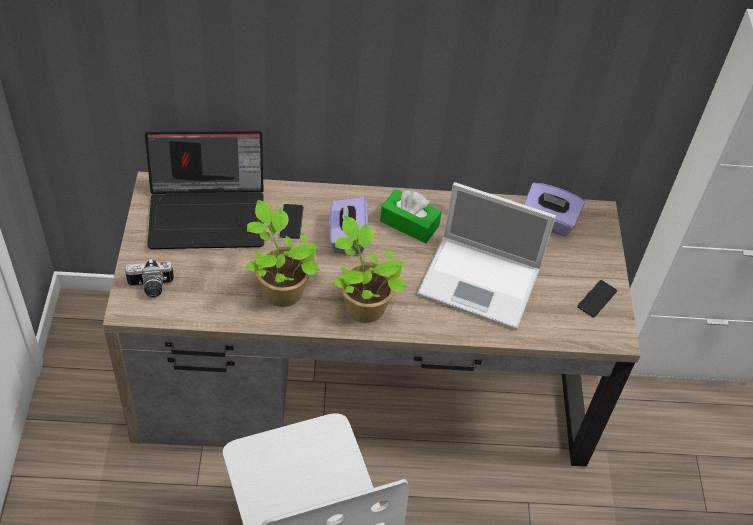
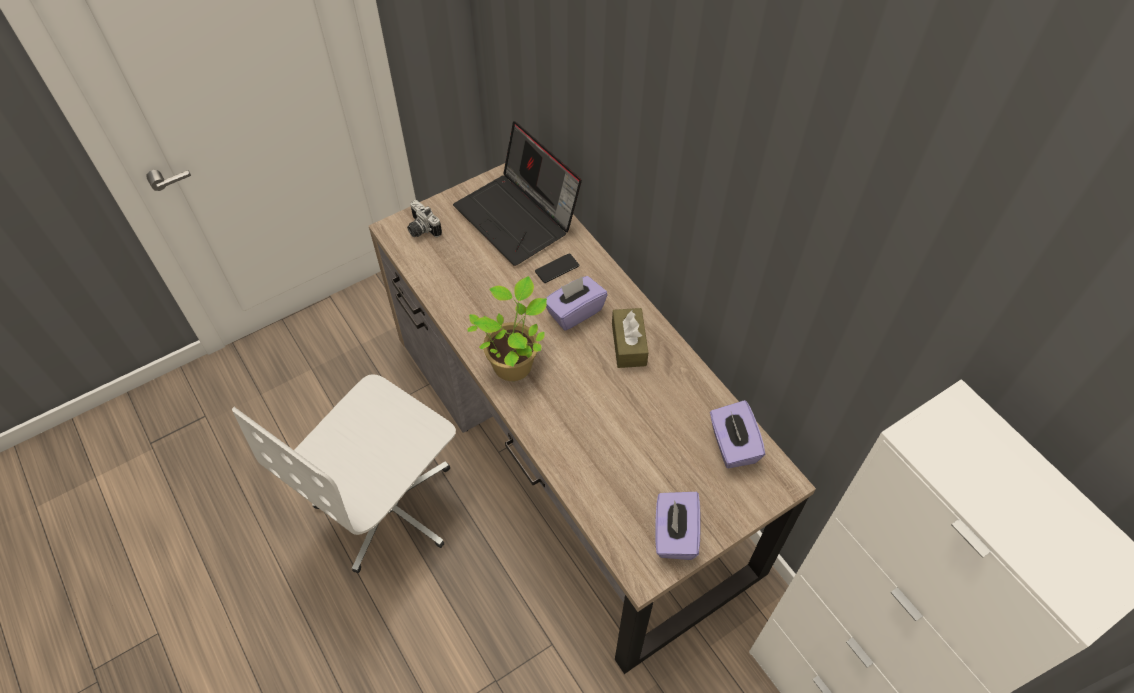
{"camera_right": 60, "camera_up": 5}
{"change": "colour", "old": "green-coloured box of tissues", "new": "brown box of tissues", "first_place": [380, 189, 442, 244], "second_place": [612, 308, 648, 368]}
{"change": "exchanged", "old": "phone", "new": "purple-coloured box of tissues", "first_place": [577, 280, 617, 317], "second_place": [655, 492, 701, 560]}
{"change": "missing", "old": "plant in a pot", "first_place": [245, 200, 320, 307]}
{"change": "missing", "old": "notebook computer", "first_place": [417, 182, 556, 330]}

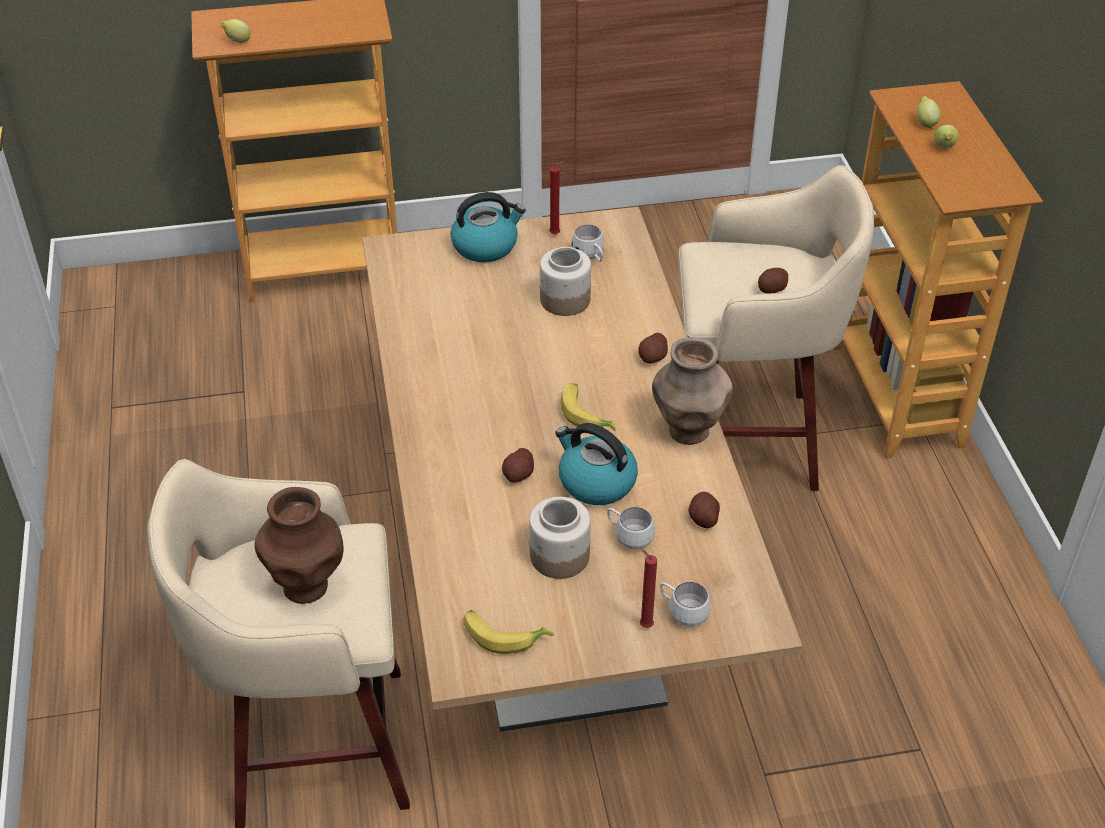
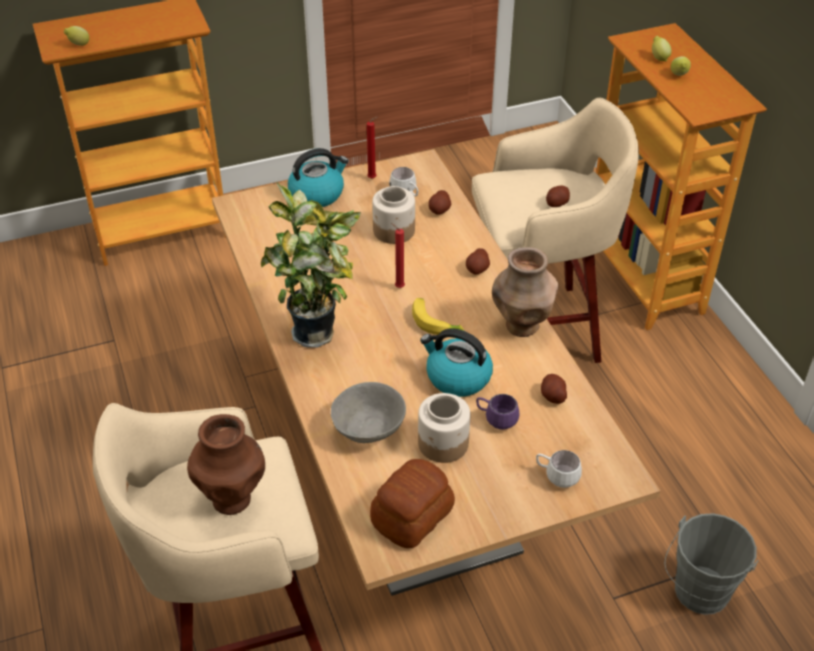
{"camera_right": -10, "camera_up": 0}
{"change": "appeared", "new": "plant in a pot", "second_place": [261, 183, 361, 348]}
{"change": "appeared", "new": "gray deep dish", "second_place": [331, 382, 406, 443]}
{"change": "exchanged", "old": "whole banana", "new": "baked bread", "first_place": [463, 610, 554, 654], "second_place": [370, 459, 455, 548]}
{"change": "relocated", "old": "reddish wax light", "first_place": [640, 547, 657, 628], "second_place": [391, 223, 405, 288]}
{"change": "relocated", "old": "potato", "first_place": [502, 448, 534, 483], "second_place": [428, 190, 451, 215]}
{"change": "colour", "old": "white-coloured mug", "new": "purple-coloured mug", "first_place": [607, 507, 655, 550], "second_place": [476, 394, 520, 430]}
{"change": "appeared", "new": "gray bucket", "second_place": [664, 513, 759, 615]}

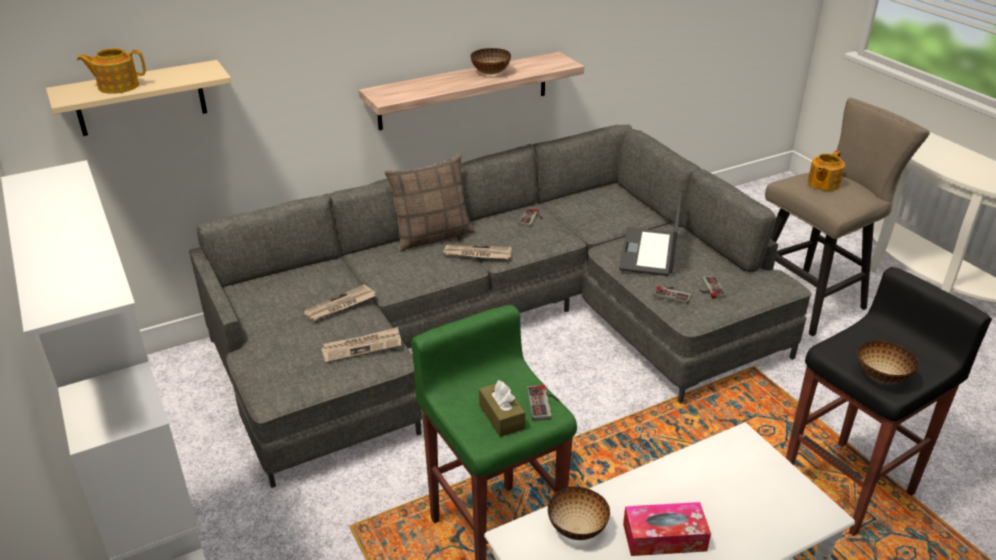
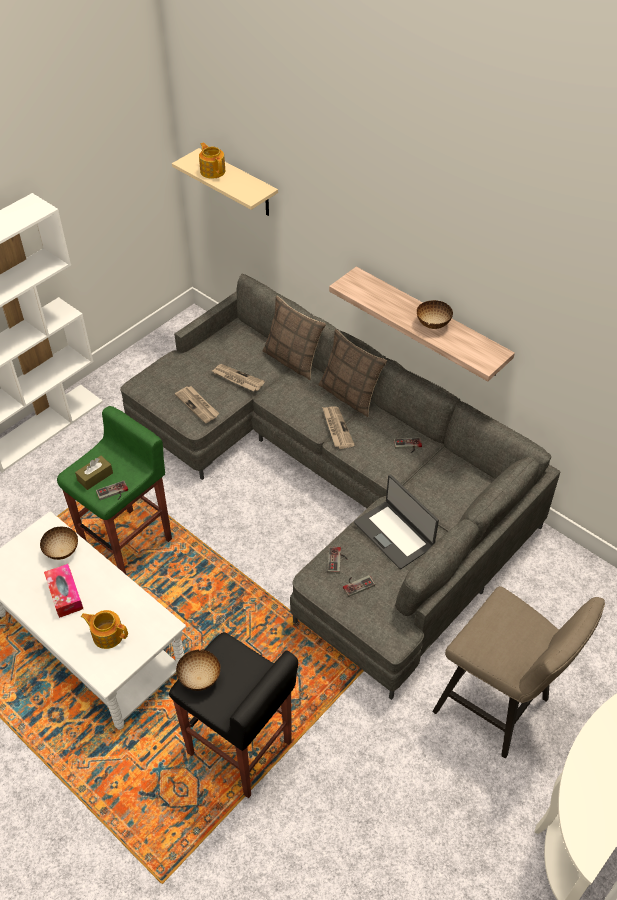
{"camera_right": 70, "camera_up": 15}
{"change": "relocated", "old": "tea pot", "first_place": [808, 150, 845, 191], "second_place": [81, 610, 128, 649]}
{"change": "appeared", "new": "throw pillow", "second_place": [263, 296, 326, 380]}
{"change": "spun", "old": "notebook computer", "first_place": [619, 192, 682, 276], "second_place": [354, 474, 439, 569], "degrees": -120}

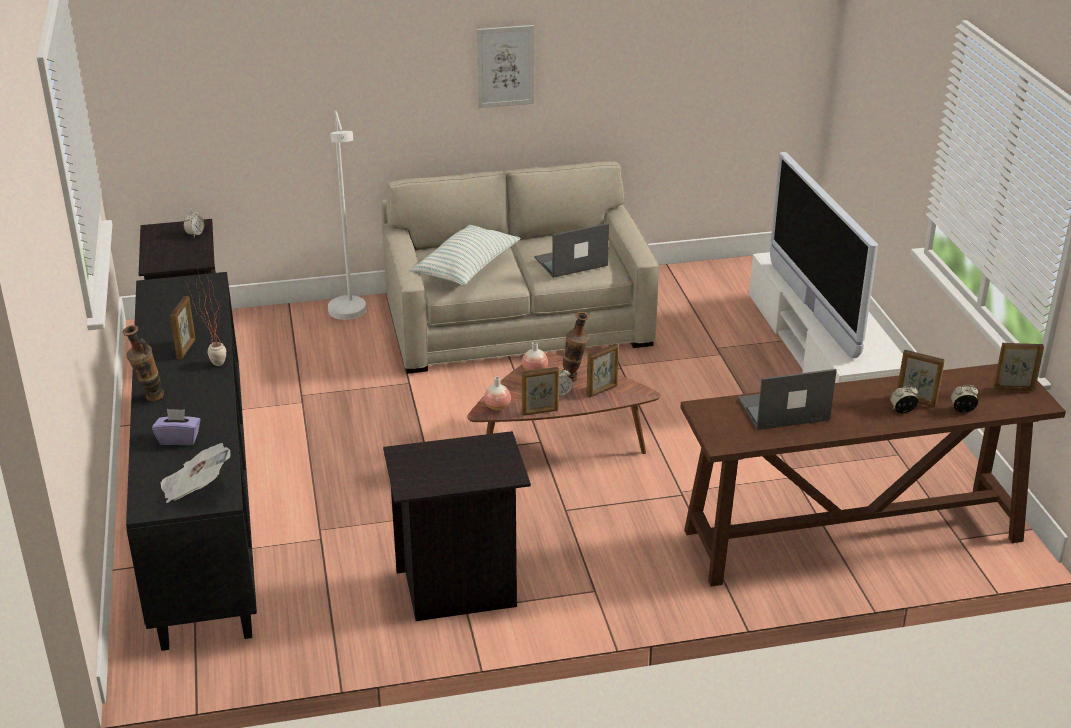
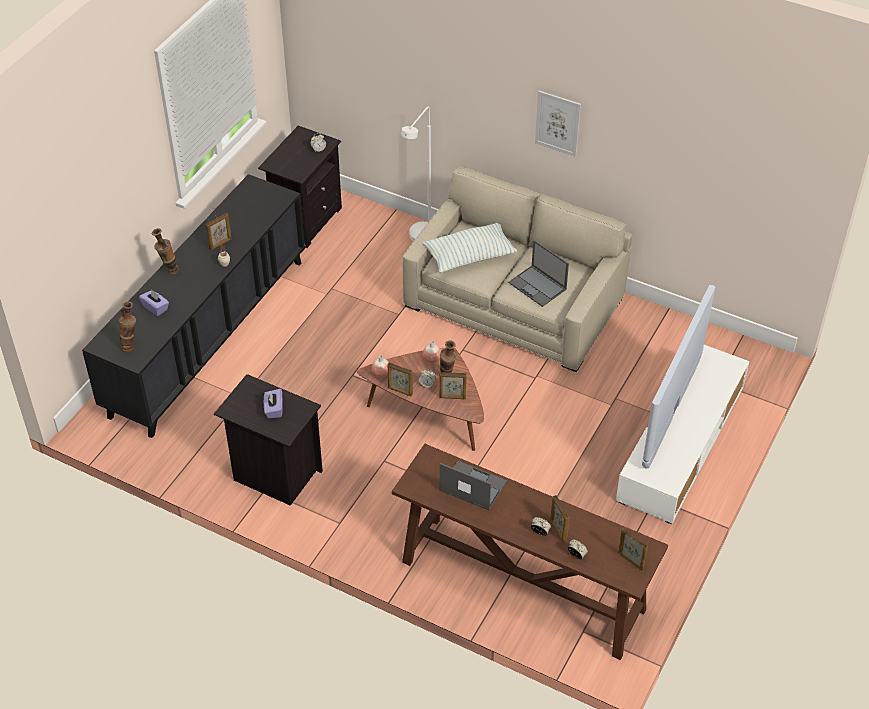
{"camera_right": 40, "camera_up": 15}
{"change": "exchanged", "old": "daily paper", "new": "flower vase", "first_place": [160, 443, 230, 503], "second_place": [119, 302, 136, 352]}
{"change": "appeared", "new": "purple-coloured box of tissues", "second_place": [264, 389, 283, 418]}
{"change": "spun", "old": "notebook computer", "first_place": [534, 223, 609, 278], "second_place": [508, 240, 569, 307], "degrees": -150}

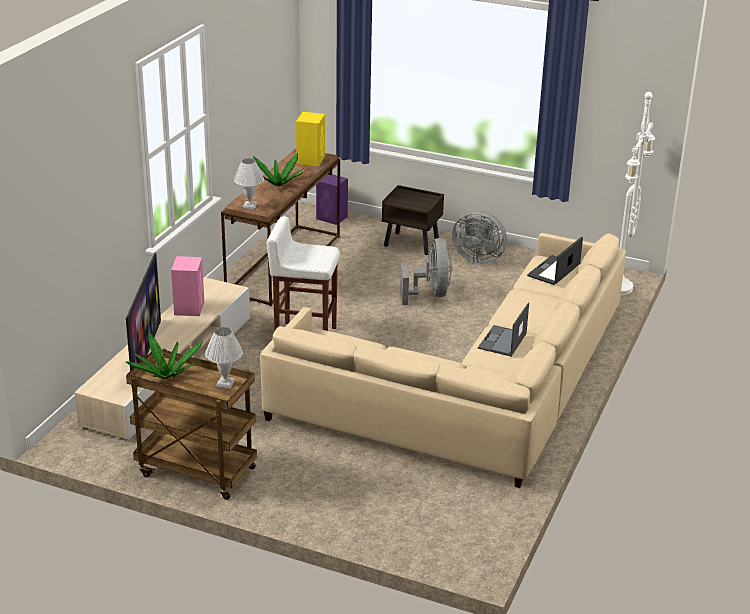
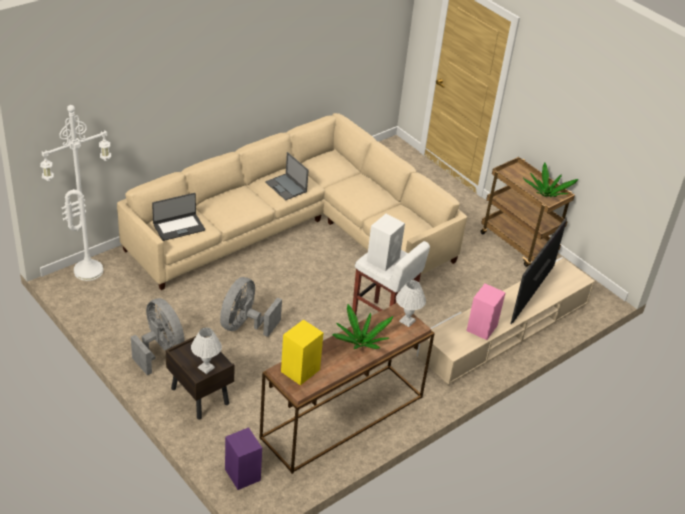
{"camera_right": -155, "camera_up": 10}
{"change": "relocated", "old": "white-coloured tabletop lamp", "first_place": [205, 327, 243, 389], "second_place": [191, 328, 222, 374]}
{"change": "spun", "old": "notebook computer", "first_place": [478, 302, 529, 357], "second_place": [265, 152, 309, 200], "degrees": 90}
{"change": "appeared", "new": "white-coloured audio speaker", "second_place": [367, 214, 405, 271]}

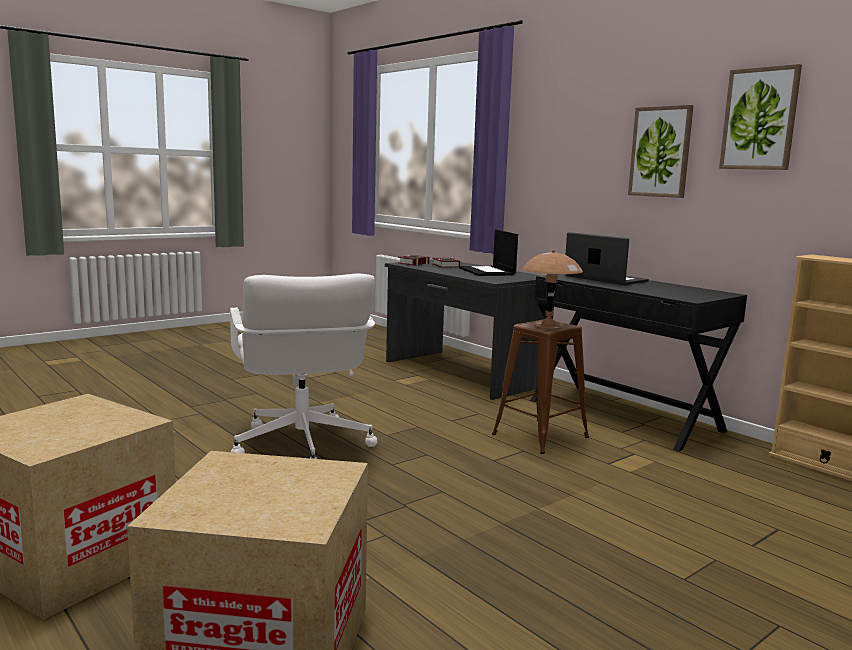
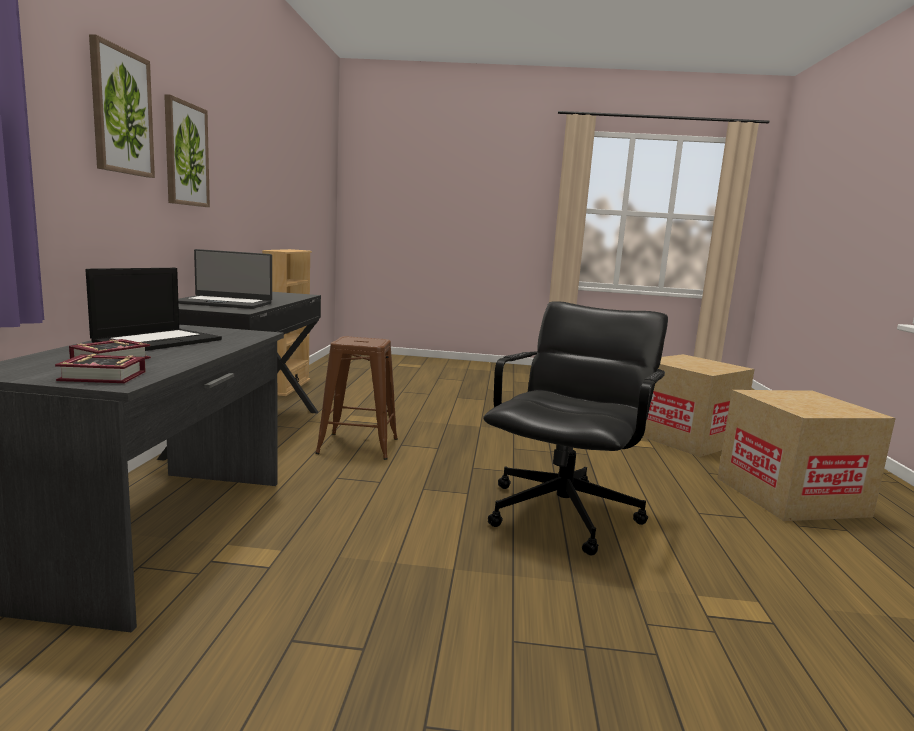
{"camera_right": -135, "camera_up": 0}
{"change": "relocated", "old": "picture", "first_place": [719, 64, 802, 170], "second_place": [89, 34, 155, 178]}
{"change": "spun", "old": "notebook computer", "first_place": [565, 232, 649, 285], "second_place": [178, 249, 272, 309], "degrees": -90}
{"change": "colour", "old": "white-coloured desk chair", "new": "black-coloured desk chair", "first_place": [230, 274, 377, 459], "second_place": [483, 301, 668, 555]}
{"change": "missing", "old": "brown tabletop lamp", "first_place": [522, 250, 583, 330]}

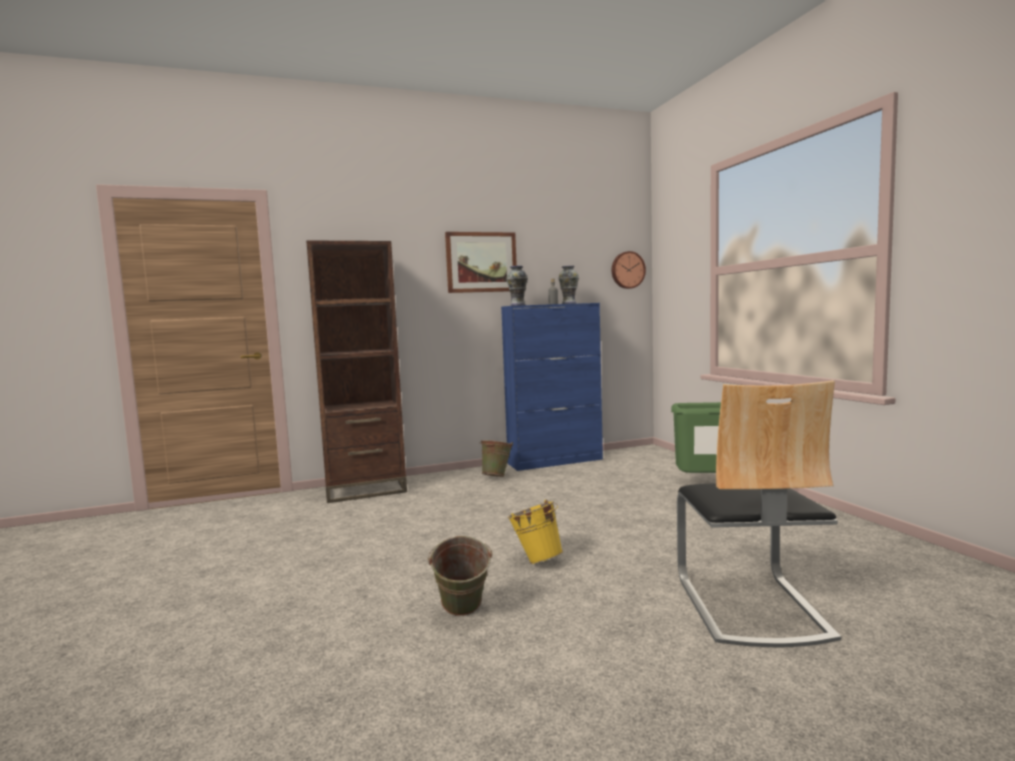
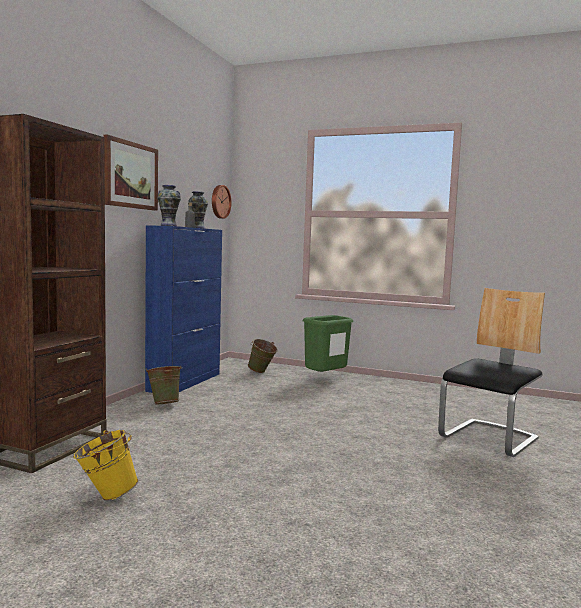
{"camera_right": -50, "camera_up": 0}
{"change": "relocated", "old": "yellow-coloured bucket", "first_place": [507, 499, 563, 564], "second_place": [73, 430, 139, 501]}
{"change": "relocated", "old": "green-coloured bucket", "first_place": [428, 536, 492, 616], "second_place": [248, 339, 278, 373]}
{"change": "spun", "old": "upright chair", "first_place": [677, 380, 841, 647], "second_place": [438, 288, 545, 457], "degrees": -90}

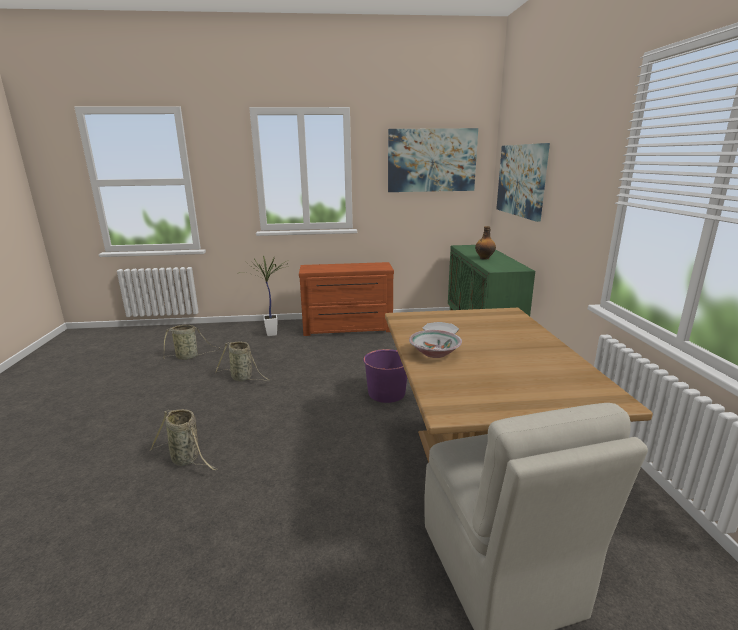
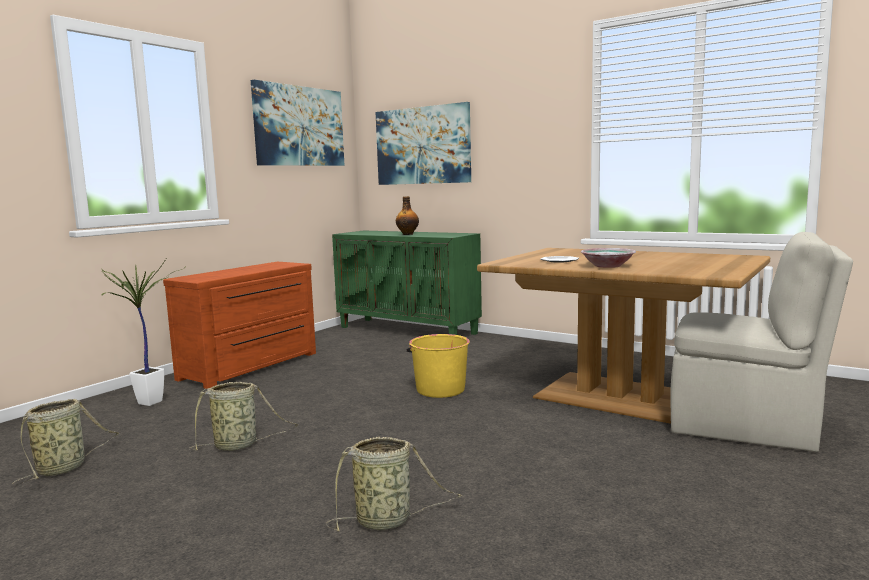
{"camera_right": -50, "camera_up": -10}
{"change": "colour", "old": "purple-coloured bucket", "new": "yellow-coloured bucket", "first_place": [363, 349, 407, 403], "second_place": [406, 334, 470, 398]}

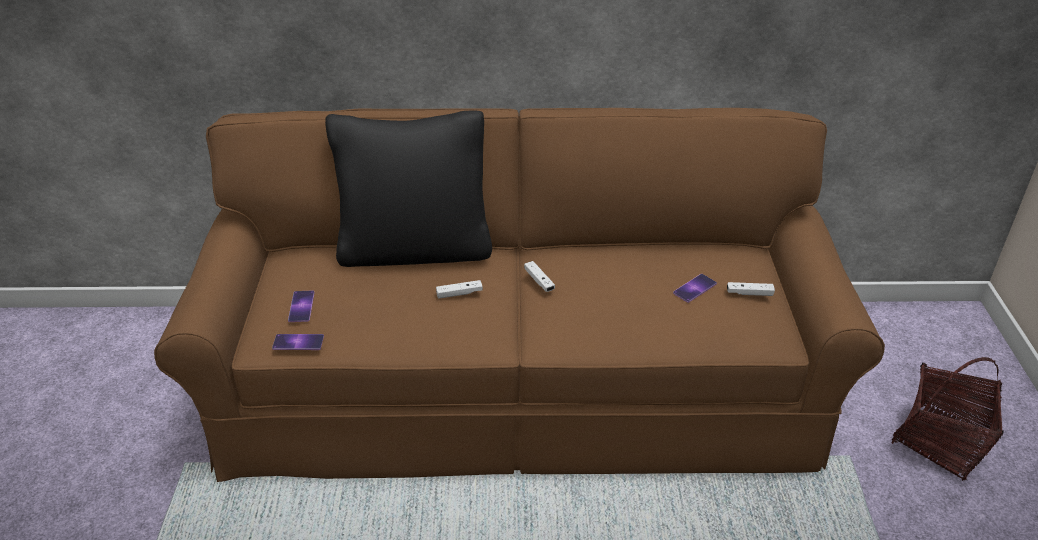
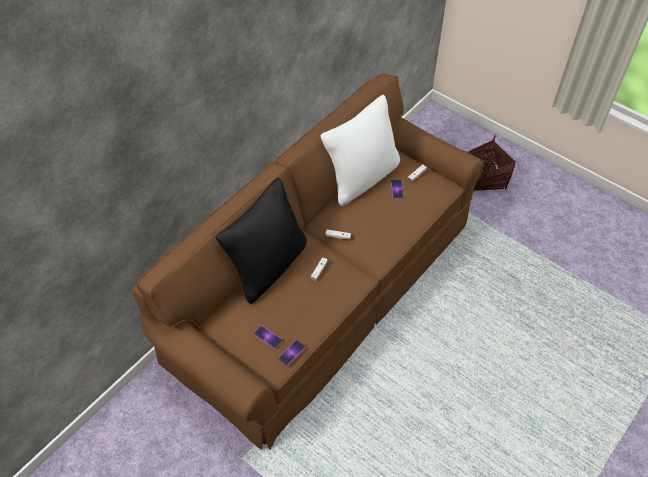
{"camera_right": -50, "camera_up": 15}
{"change": "appeared", "new": "white-coloured throw pillow", "second_place": [321, 95, 400, 206]}

